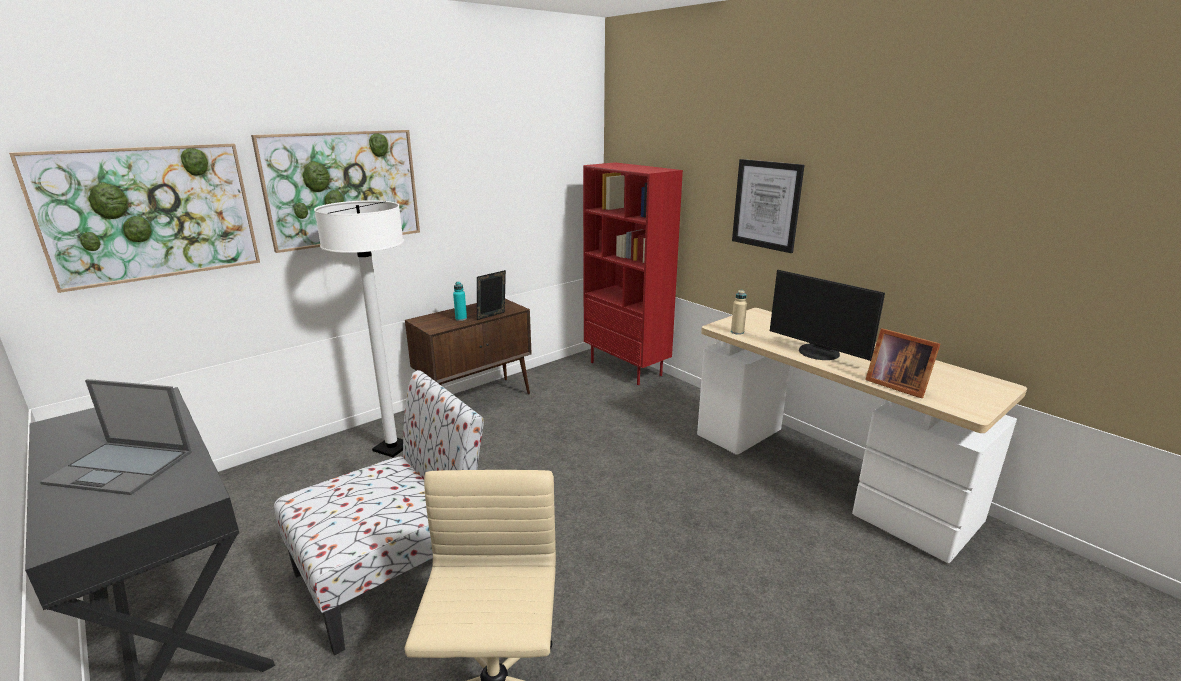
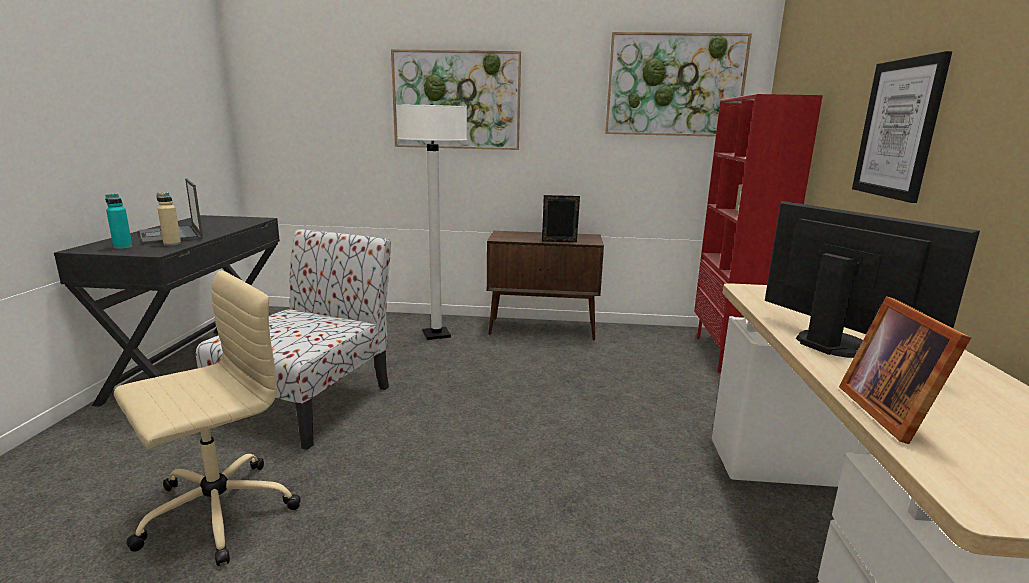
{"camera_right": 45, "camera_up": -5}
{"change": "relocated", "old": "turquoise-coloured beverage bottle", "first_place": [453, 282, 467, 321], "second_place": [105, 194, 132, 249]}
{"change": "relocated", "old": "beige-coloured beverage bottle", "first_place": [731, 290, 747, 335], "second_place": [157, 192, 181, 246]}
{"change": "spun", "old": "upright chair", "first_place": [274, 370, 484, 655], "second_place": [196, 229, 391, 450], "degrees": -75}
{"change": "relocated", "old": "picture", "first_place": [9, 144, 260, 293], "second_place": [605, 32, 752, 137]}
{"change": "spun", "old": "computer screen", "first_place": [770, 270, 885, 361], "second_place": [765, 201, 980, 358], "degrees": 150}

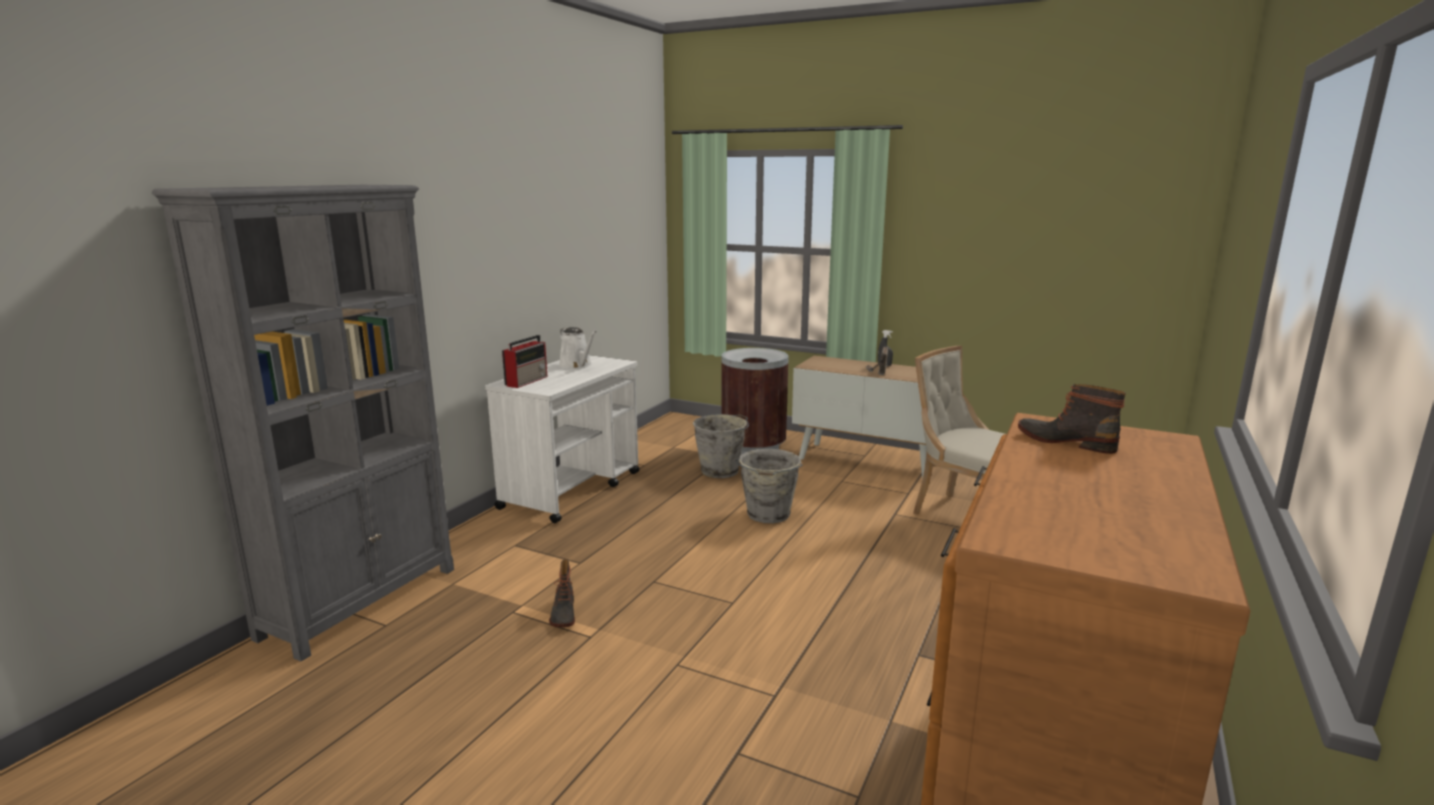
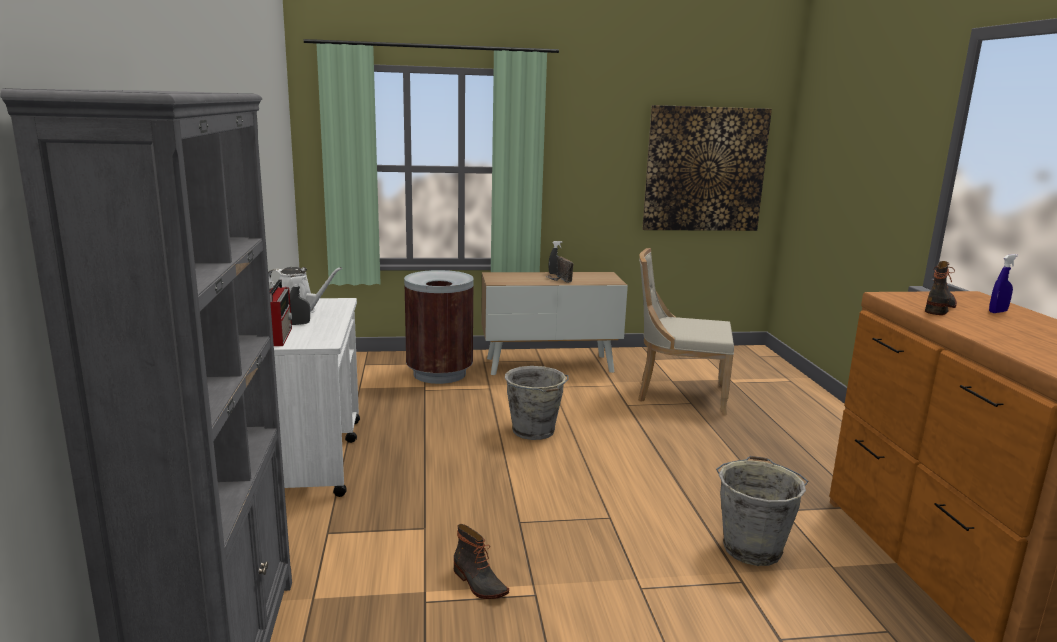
{"camera_right": -35, "camera_up": 0}
{"change": "appeared", "new": "gray sprayer", "second_place": [290, 276, 310, 325]}
{"change": "appeared", "new": "picture", "second_place": [642, 105, 772, 231]}
{"change": "relocated", "old": "gray bucket", "first_place": [693, 414, 749, 478], "second_place": [716, 456, 808, 566]}
{"change": "spun", "old": "boot", "first_place": [1018, 384, 1126, 454], "second_place": [925, 261, 957, 315], "degrees": 120}
{"change": "appeared", "new": "blue-coloured sprayer", "second_place": [989, 254, 1018, 313]}

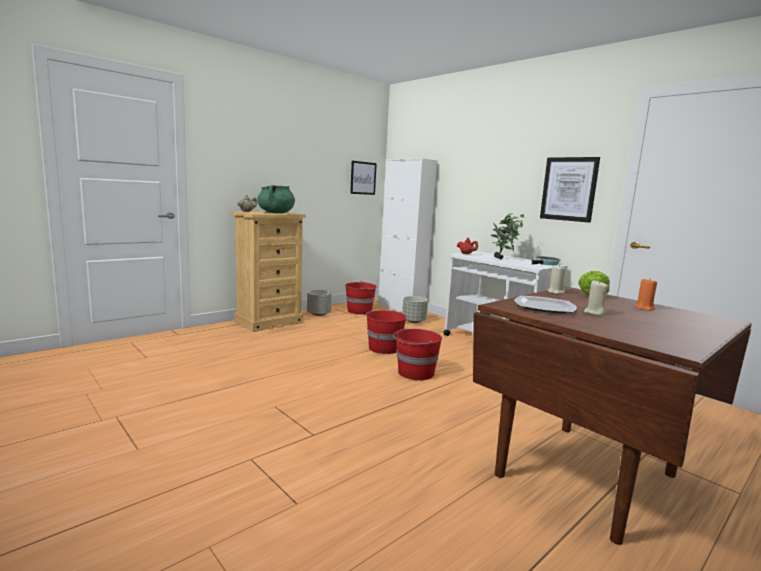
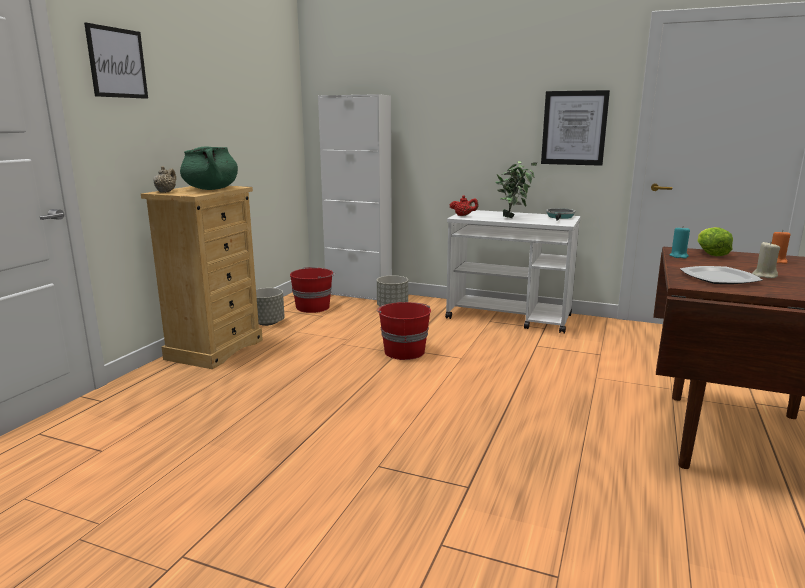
{"camera_right": -25, "camera_up": 5}
{"change": "relocated", "old": "picture", "first_place": [350, 161, 377, 195], "second_place": [84, 23, 148, 99]}
{"change": "colour", "old": "beige-coloured wax light", "new": "turquoise-coloured wax light", "first_place": [548, 265, 566, 294], "second_place": [669, 227, 690, 259]}
{"change": "missing", "old": "reddish bucket", "first_place": [393, 328, 442, 380]}

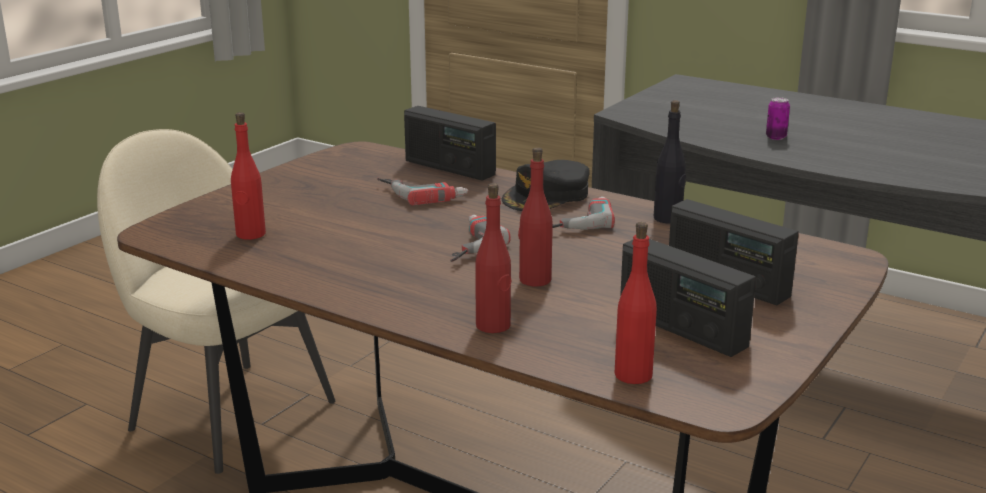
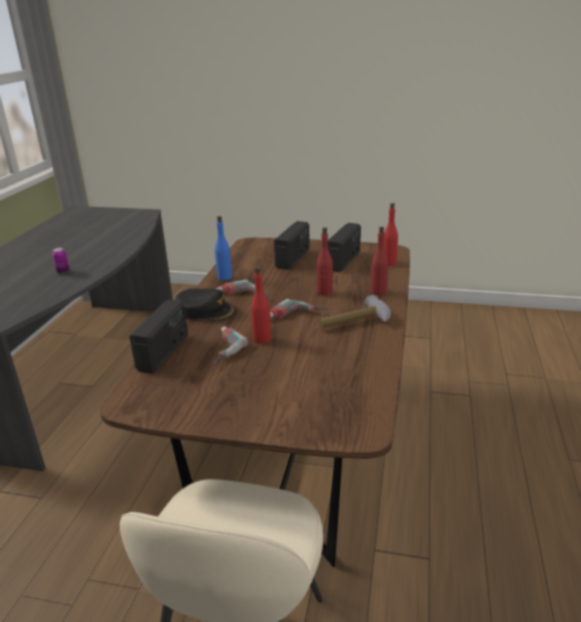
{"camera_right": -110, "camera_up": 5}
{"change": "colour", "old": "black-coloured beverage bottle", "new": "blue-coloured beverage bottle", "first_place": [654, 100, 686, 223], "second_place": [215, 216, 232, 280]}
{"change": "relocated", "old": "reddish beverage bottle", "first_place": [231, 112, 266, 240], "second_place": [251, 266, 271, 344]}
{"change": "appeared", "new": "tool hammer", "second_place": [319, 295, 391, 328]}

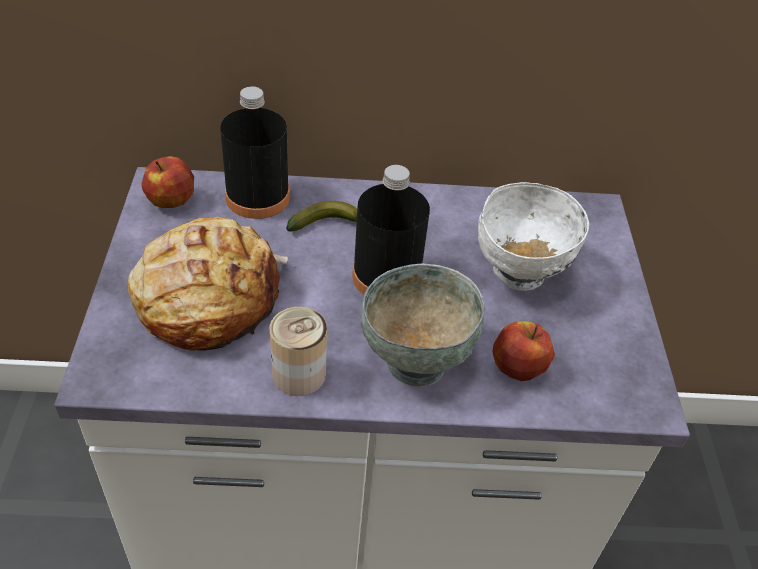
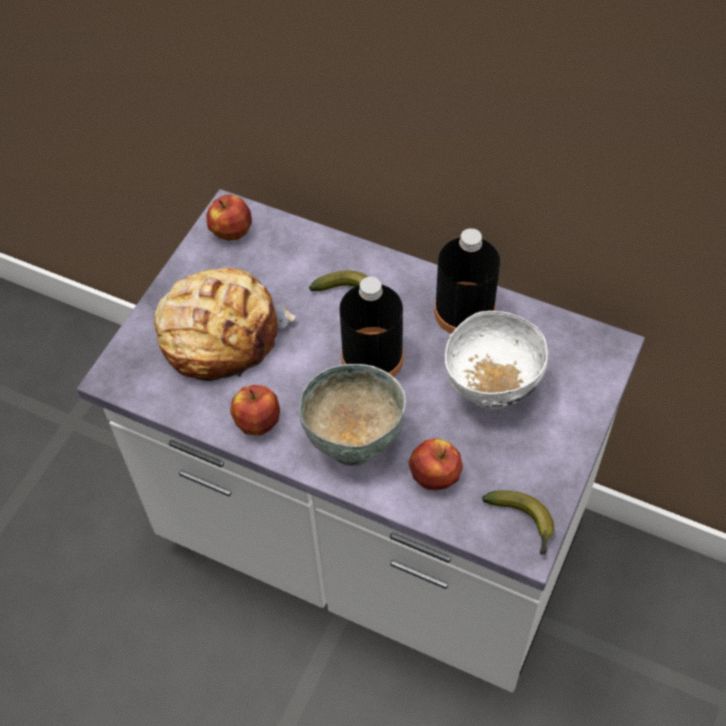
{"camera_right": 30, "camera_up": 10}
{"change": "exchanged", "old": "can", "new": "whole apple", "first_place": [270, 307, 327, 396], "second_place": [230, 385, 280, 436]}
{"change": "relocated", "old": "black-coloured beverage bottle", "first_place": [220, 86, 290, 219], "second_place": [434, 228, 500, 333]}
{"change": "appeared", "new": "whole banana", "second_place": [482, 490, 554, 556]}

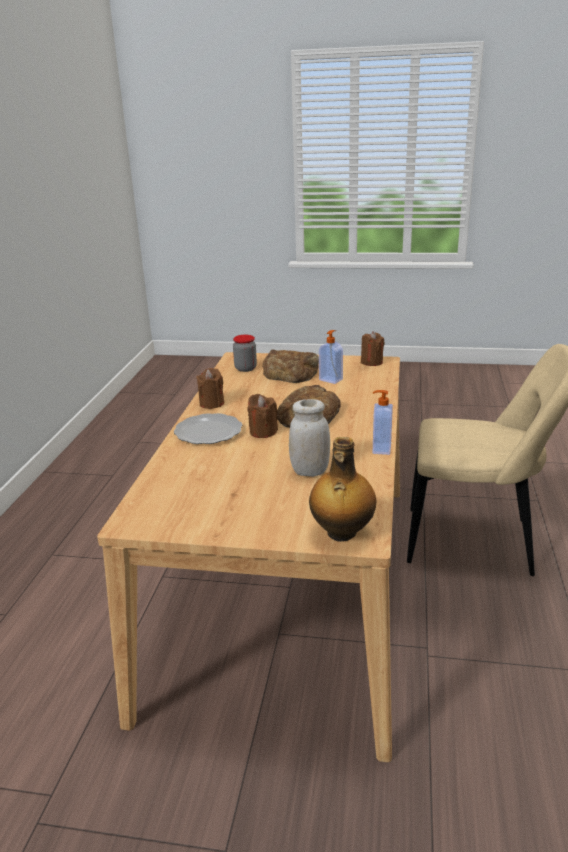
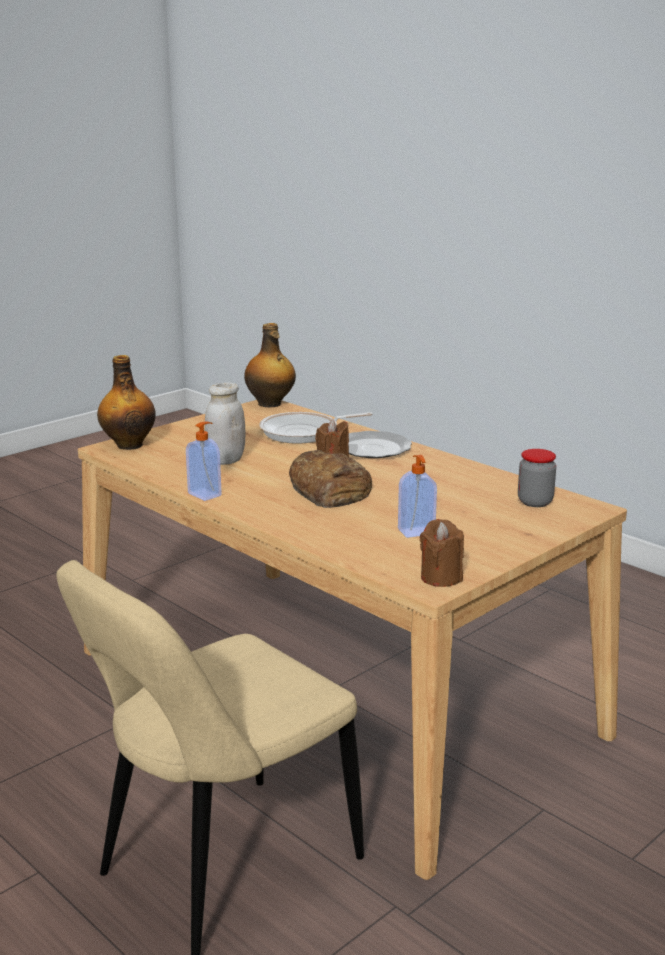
{"camera_right": 125, "camera_up": -5}
{"change": "appeared", "new": "beverage bottle", "second_place": [244, 323, 296, 407]}
{"change": "appeared", "new": "pan", "second_place": [259, 412, 373, 444]}
{"change": "missing", "old": "brown wax light", "first_place": [196, 368, 224, 409]}
{"change": "missing", "old": "baked bread", "first_place": [262, 349, 319, 383]}

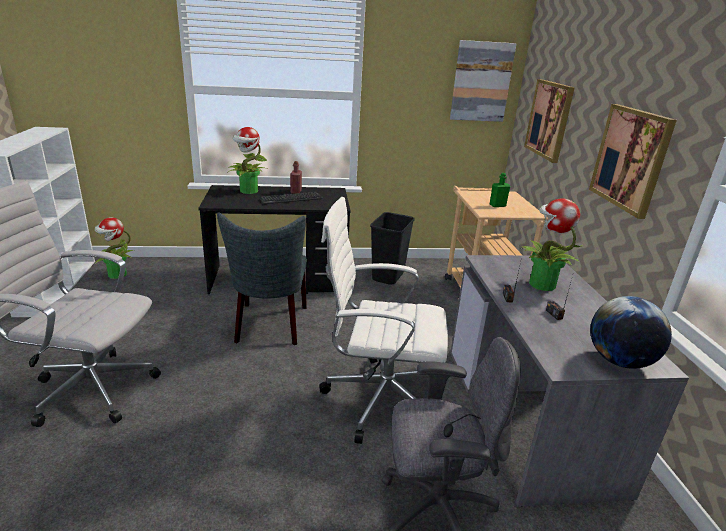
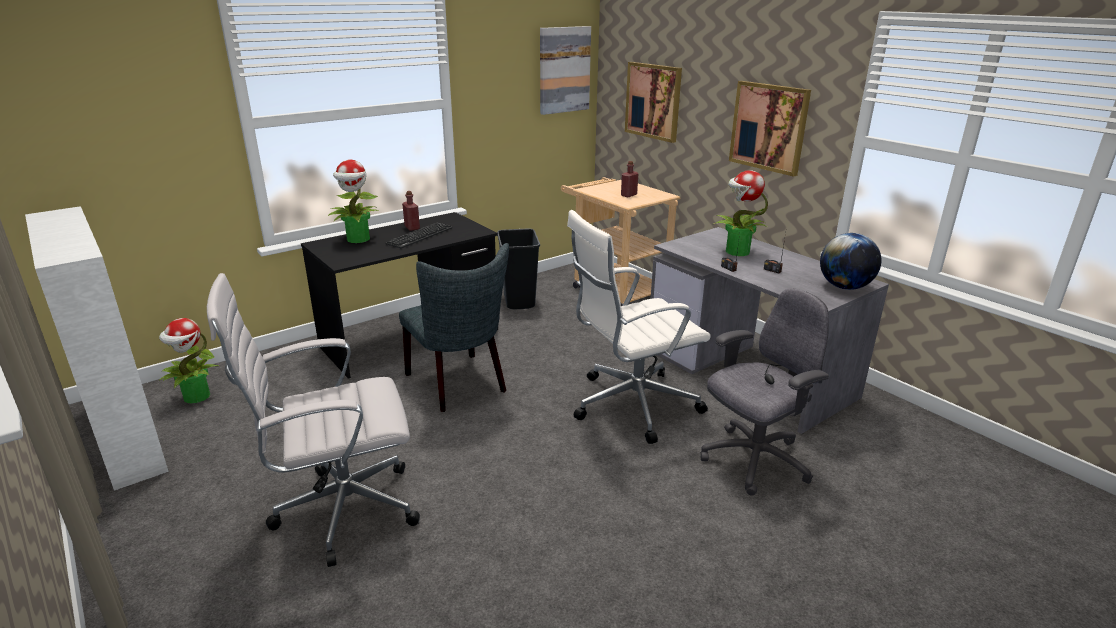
{"camera_right": -30, "camera_up": 0}
{"change": "colour", "old": "green-coloured beverage bottle", "new": "reddish beverage bottle", "first_place": [490, 173, 510, 207], "second_place": [621, 161, 638, 197]}

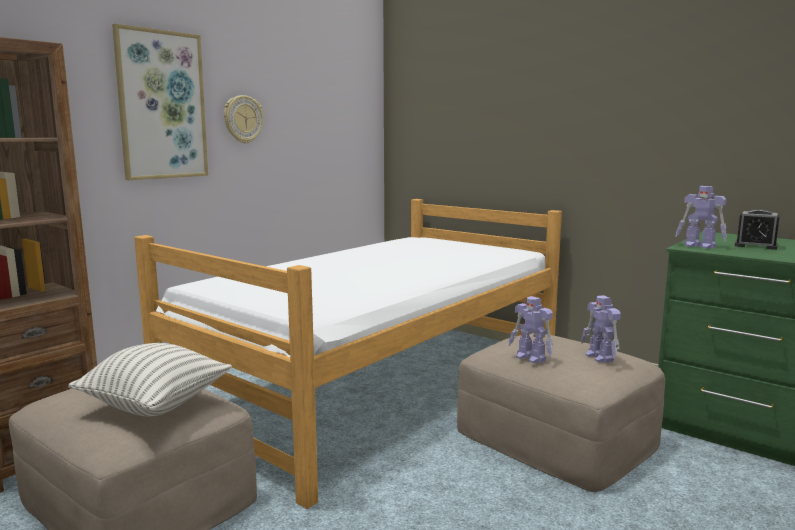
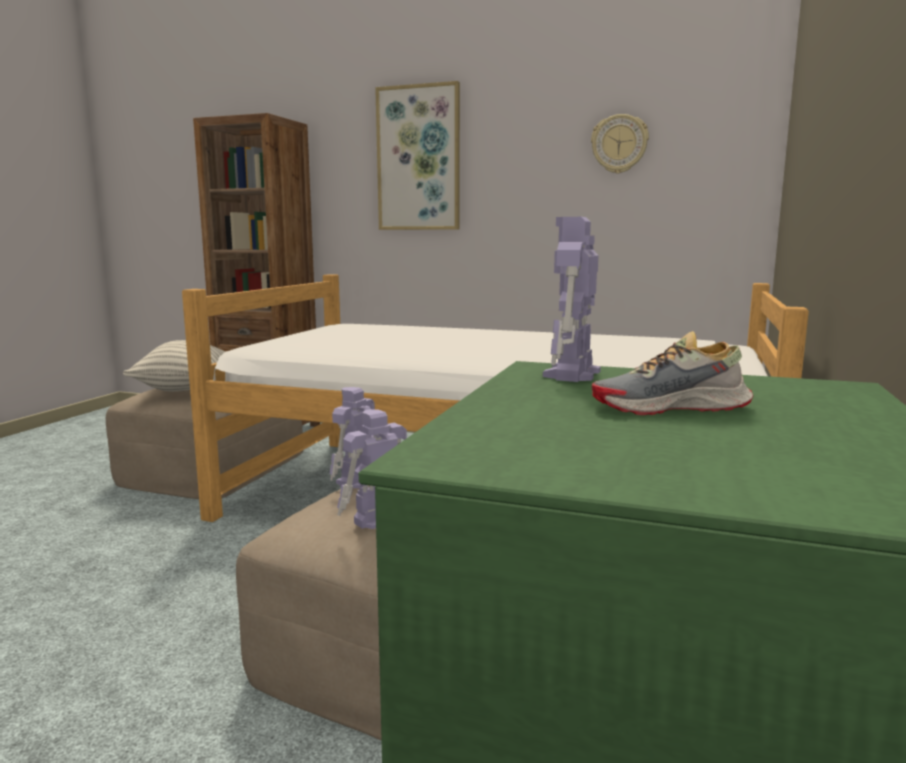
{"camera_right": 70, "camera_up": 0}
{"change": "relocated", "old": "clock on the wall", "first_place": [224, 95, 263, 144], "second_place": [591, 114, 649, 174]}
{"change": "exchanged", "old": "table clock", "new": "item of footwear", "first_place": [735, 209, 779, 250], "second_place": [592, 331, 753, 415]}

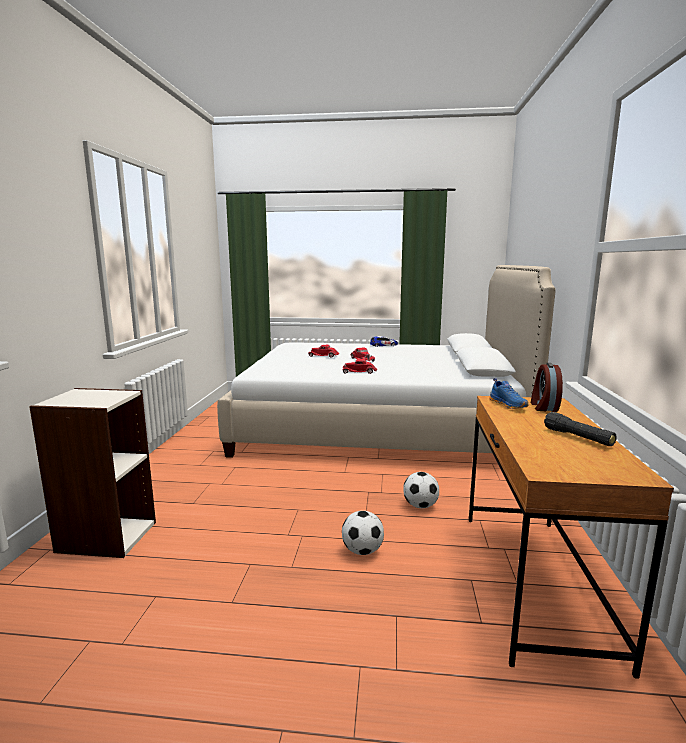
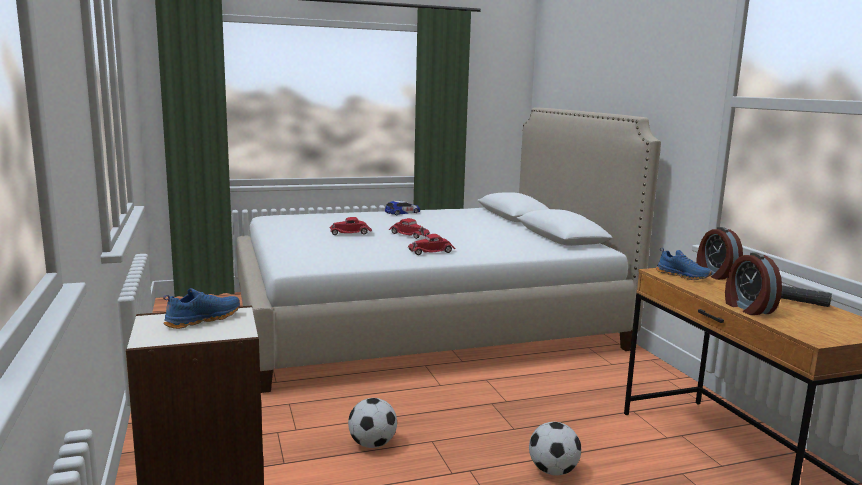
{"camera_right": -25, "camera_up": 0}
{"change": "appeared", "new": "blue-coloured item of footwear", "second_place": [163, 288, 240, 329]}
{"change": "relocated", "old": "football", "first_place": [403, 472, 439, 508], "second_place": [348, 398, 397, 448]}
{"change": "appeared", "new": "table clock", "second_place": [725, 253, 782, 315]}

